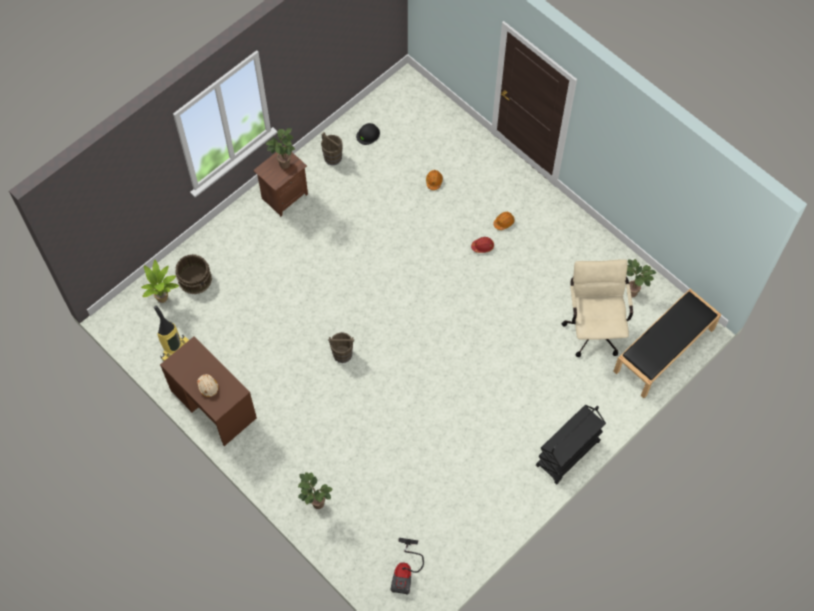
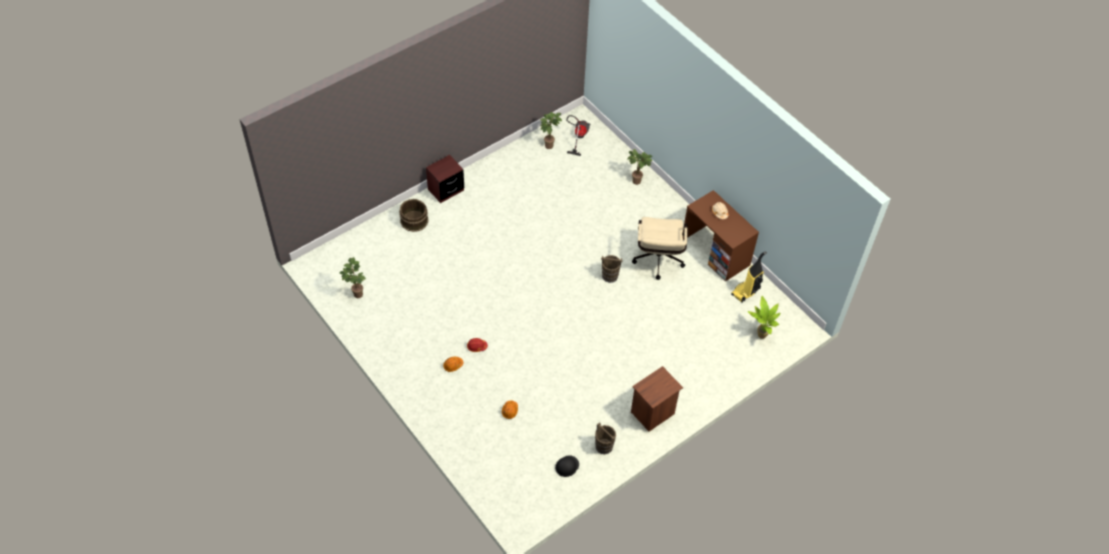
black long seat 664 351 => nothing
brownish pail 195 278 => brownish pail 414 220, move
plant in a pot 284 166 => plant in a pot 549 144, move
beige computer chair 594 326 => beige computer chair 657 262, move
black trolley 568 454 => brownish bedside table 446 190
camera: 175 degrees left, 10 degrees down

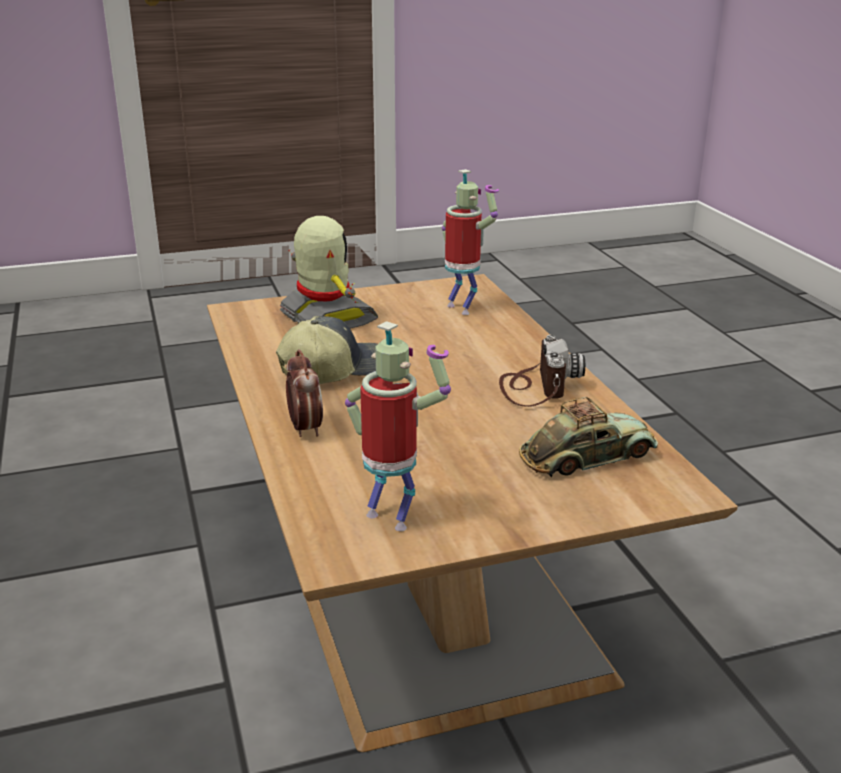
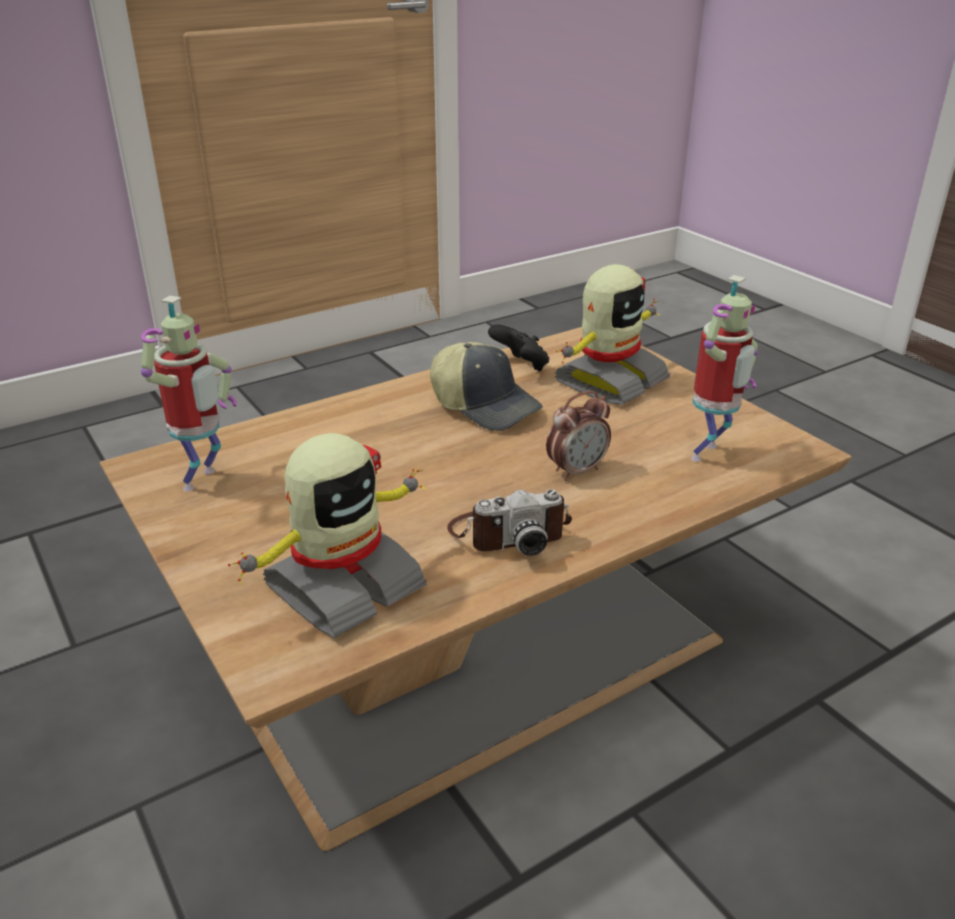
nothing => black gamepad 521 366
table clock 305 429 => table clock 577 471, move
model car 587 457 => robot figure 342 585
camera: 75 degrees right, 5 degrees up

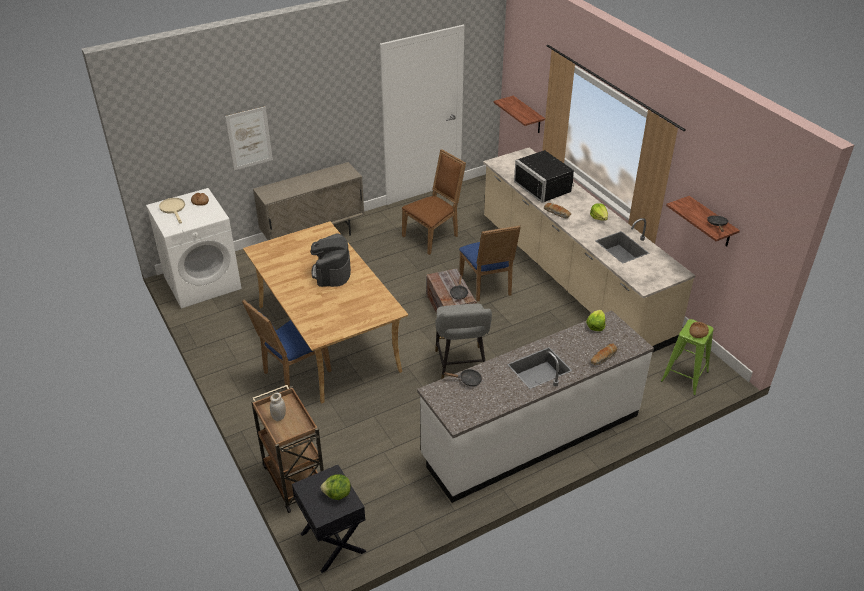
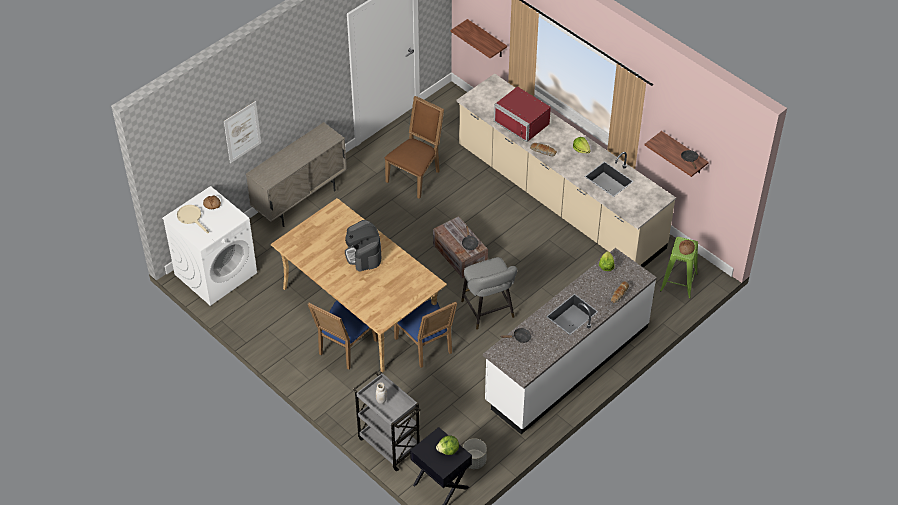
nothing => greyish plant pot 474 461
blue-coloured upright chair 488 286 => blue-coloured upright chair 426 347, move
brownish trolley 294 480 => greyish trolley 388 443
black kitchen microwave 545 187 => reddish kitchen microwave 524 122
camera: 15 degrees left, 10 degrees up

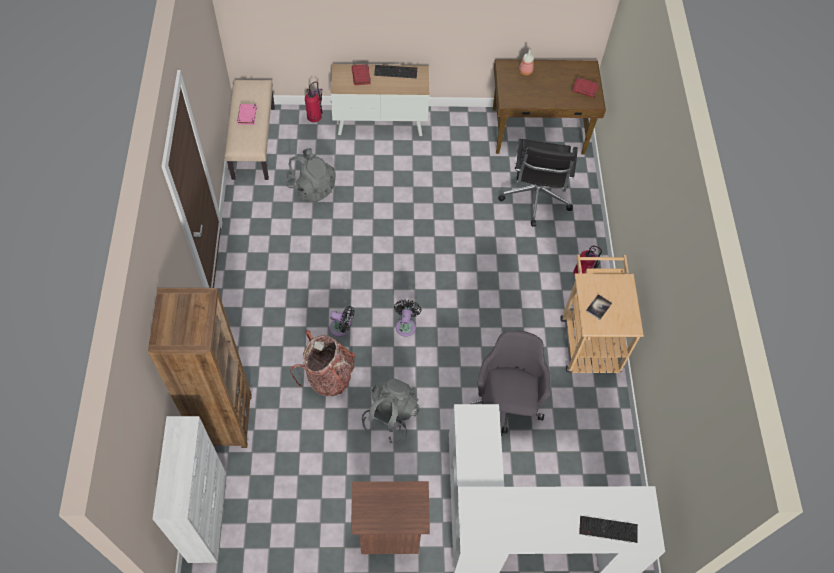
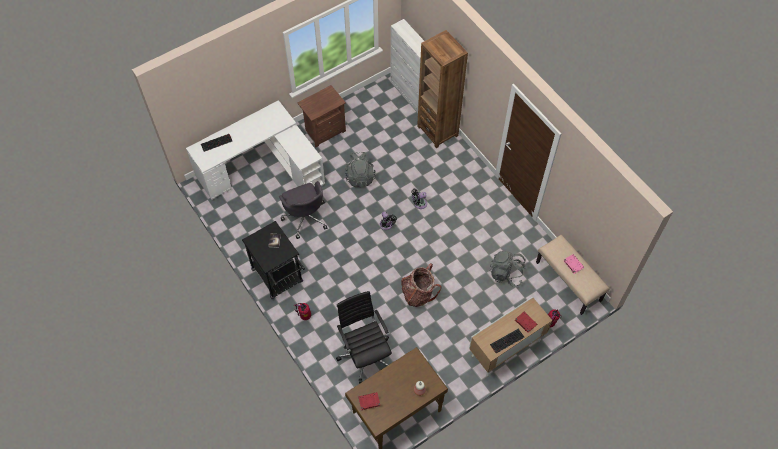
rucksack 328 376 => rucksack 418 293, move
beige trolley 588 338 => black trolley 279 278
camera: 150 degrees right, 0 degrees up

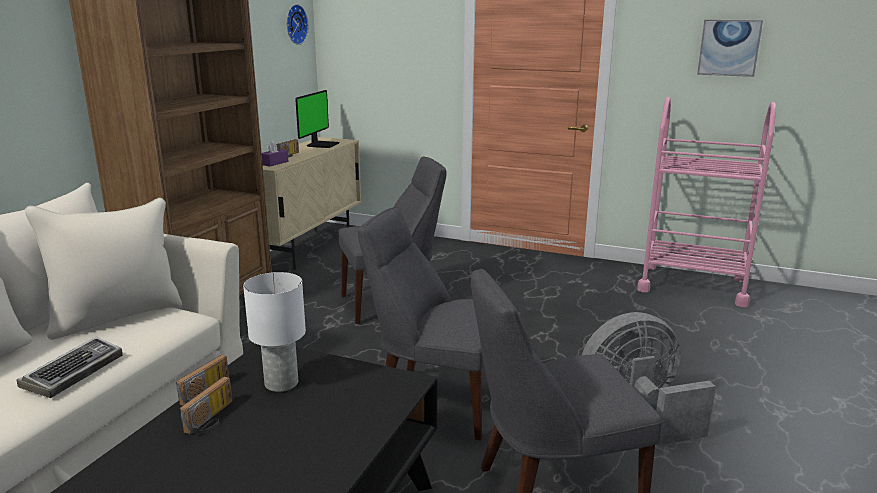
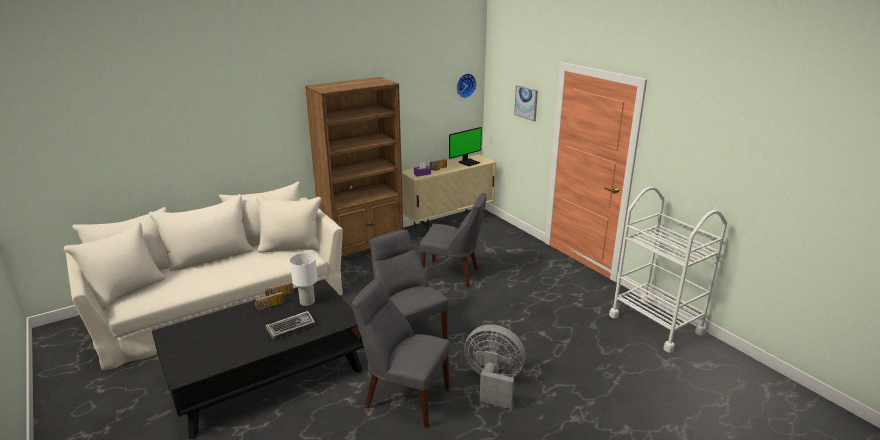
keyboard 74 372 => keyboard 291 327, move
picture 729 48 => picture 526 103, move
pinkish trolley 692 285 => white trolley 656 324
camera: 35 degrees right, 5 degrees up

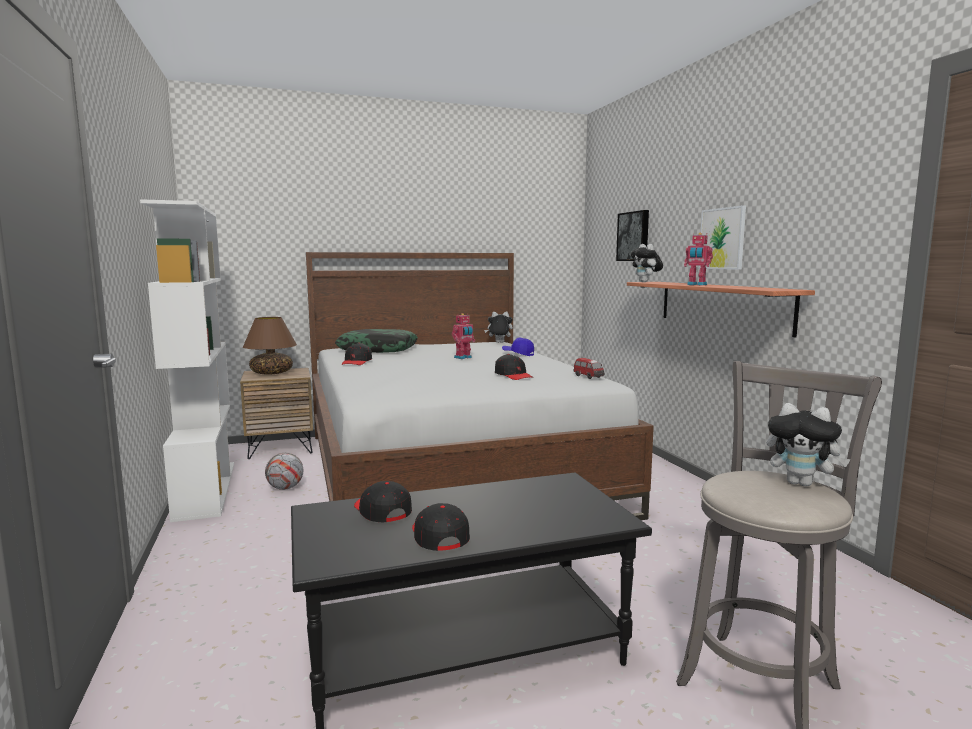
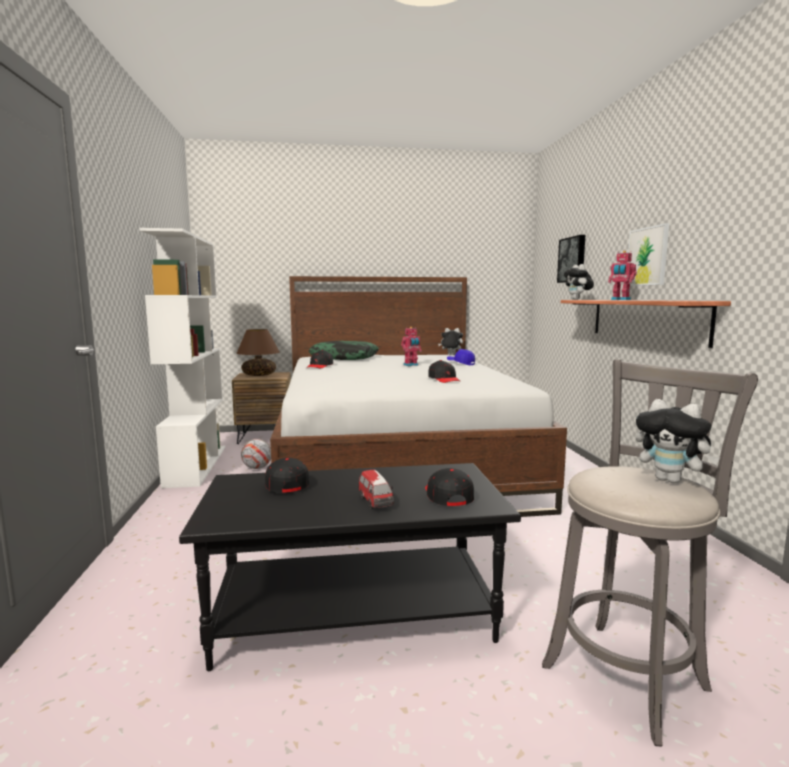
black cap 438 536 => black cap 447 496, move
model car 588 377 => model car 376 502, move
camera: 10 degrees right, 0 degrees up

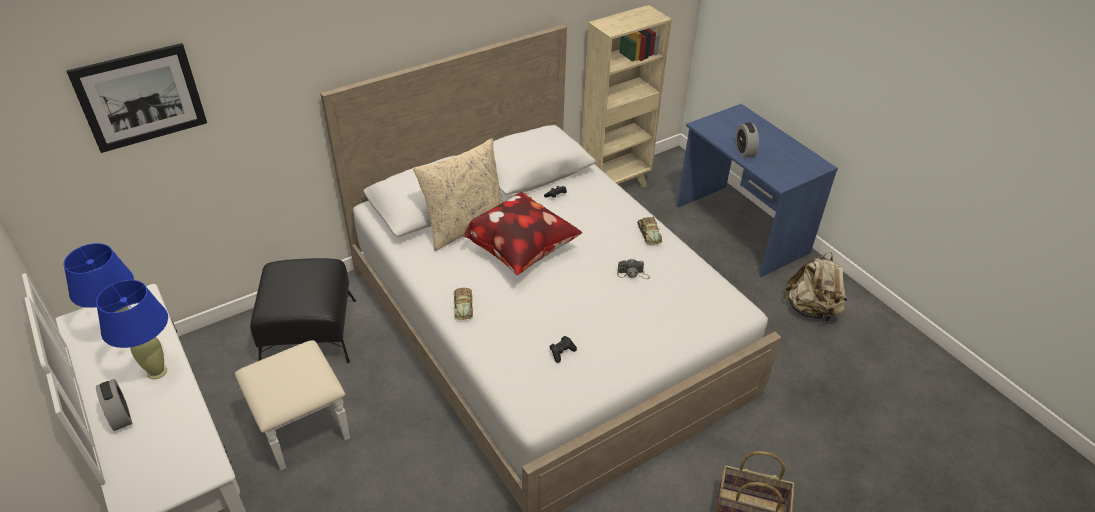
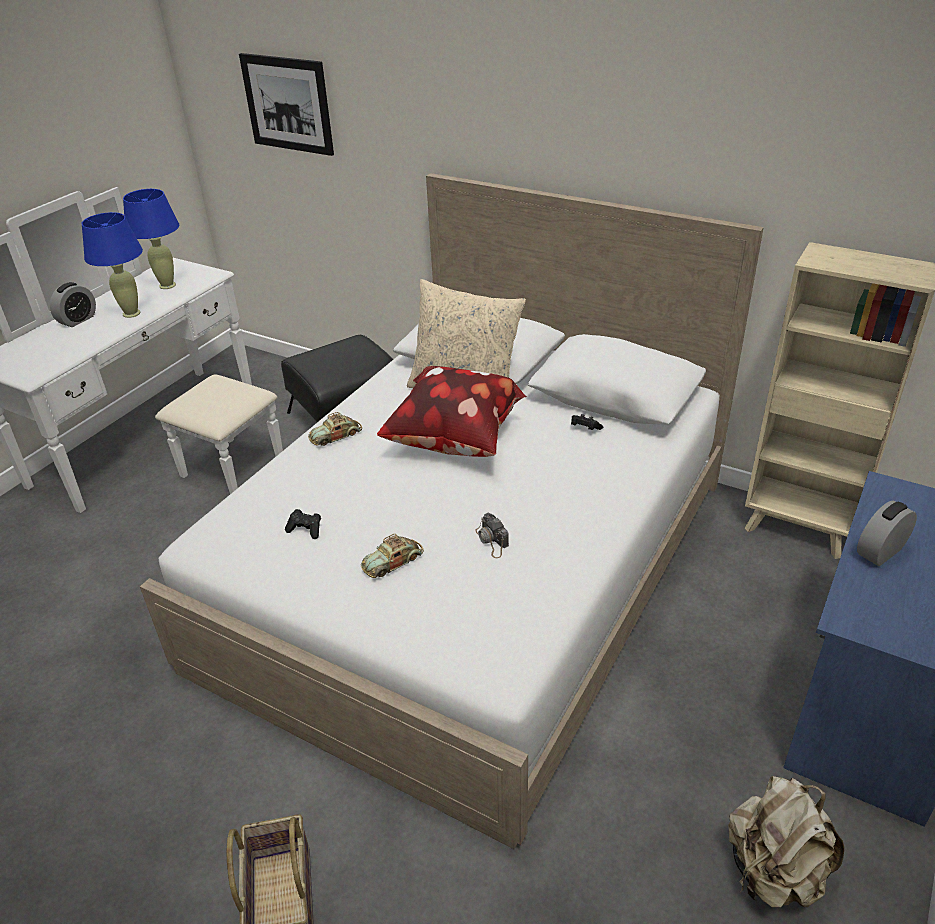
model car 649 233 => model car 393 562, move
camera: 65 degrees right, 5 degrees down

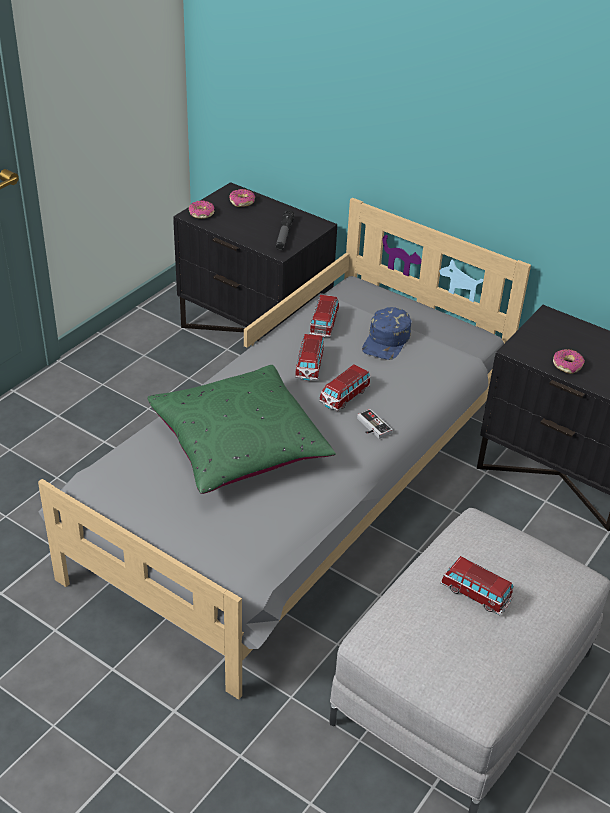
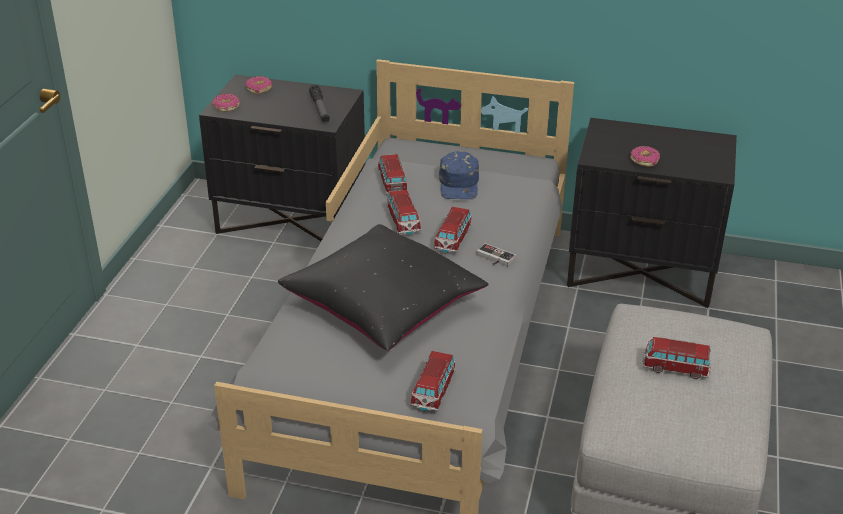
nothing => model car 433 391
green cushion 239 445 => black cushion 383 305
camera: 20 degrees left, 5 degrees down

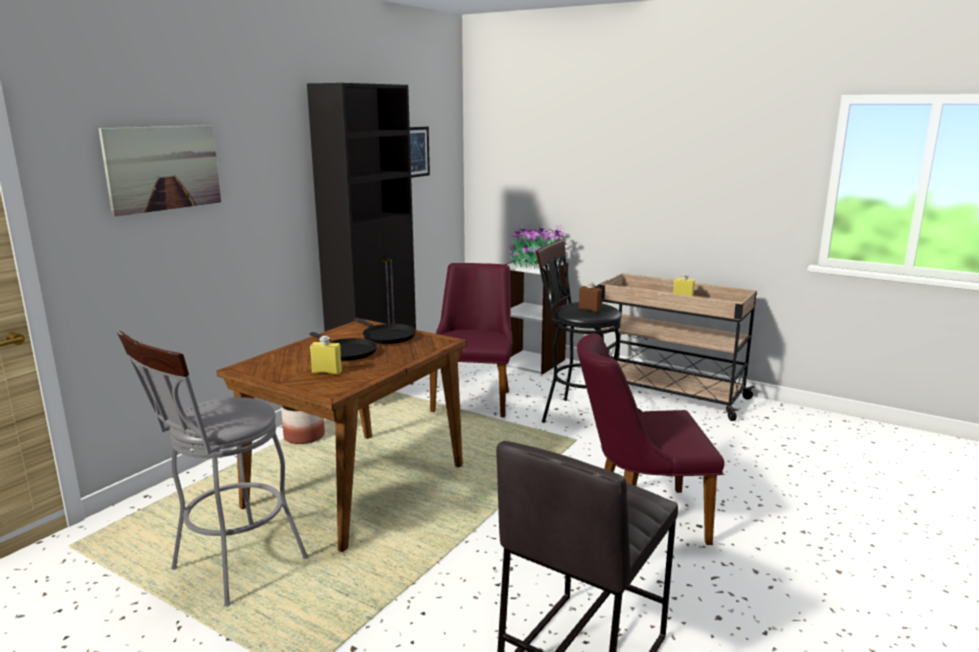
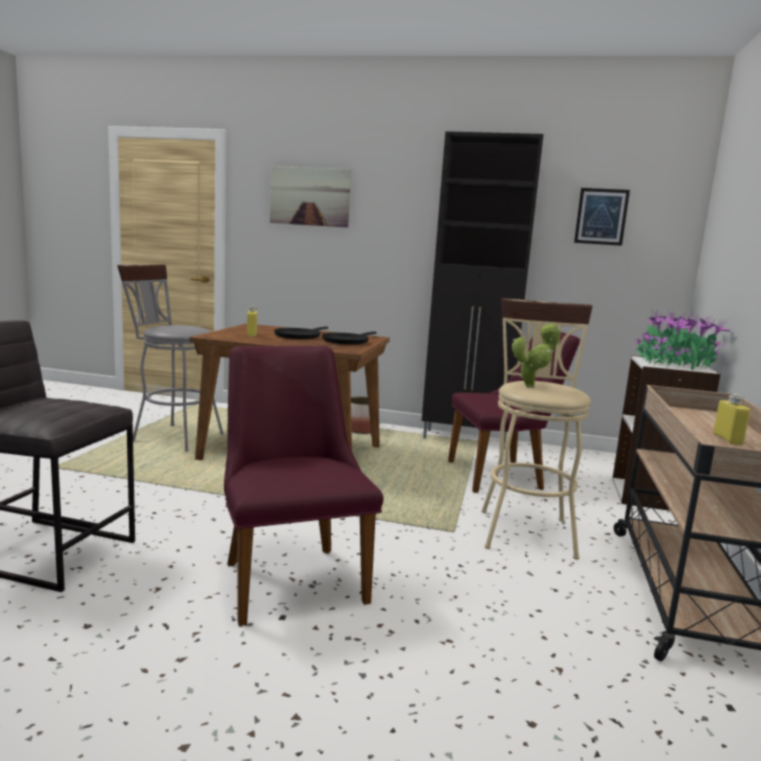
brownish drink bottle 589 310 => plant in a pot 532 386
black sitting stool 576 414 => beige sitting stool 525 528
camera: 70 degrees right, 5 degrees down

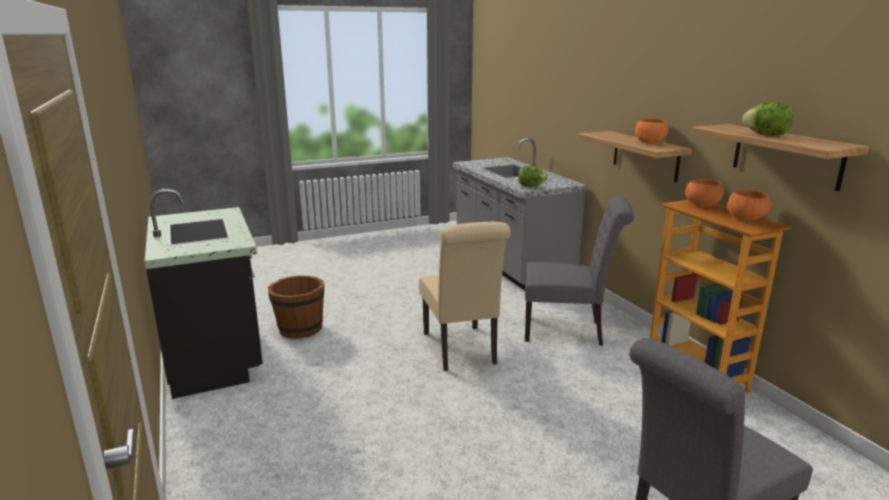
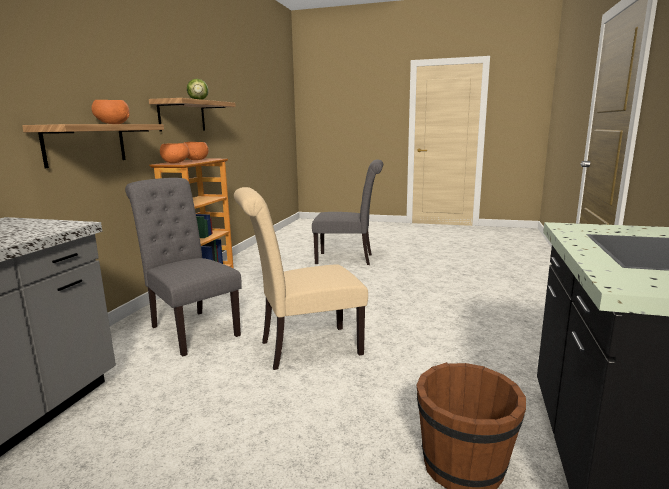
lettuce head 531 186 => nothing
beige upright chair 461 350 => beige upright chair 304 348, 135 degrees counterclockwise
camera: 140 degrees left, 5 degrees down

